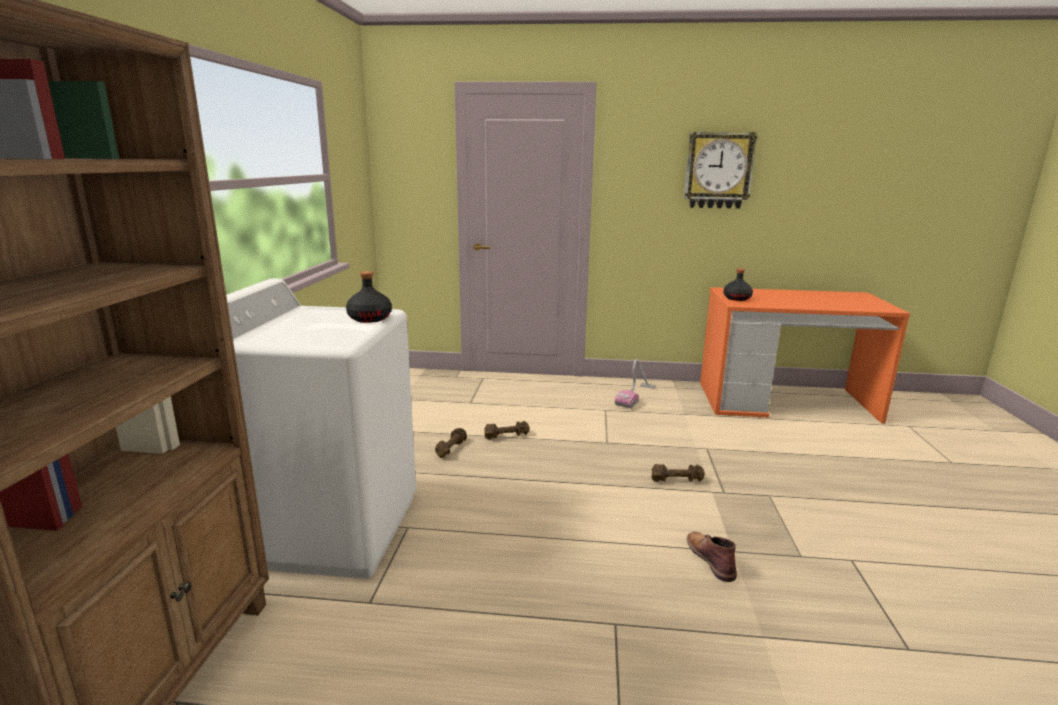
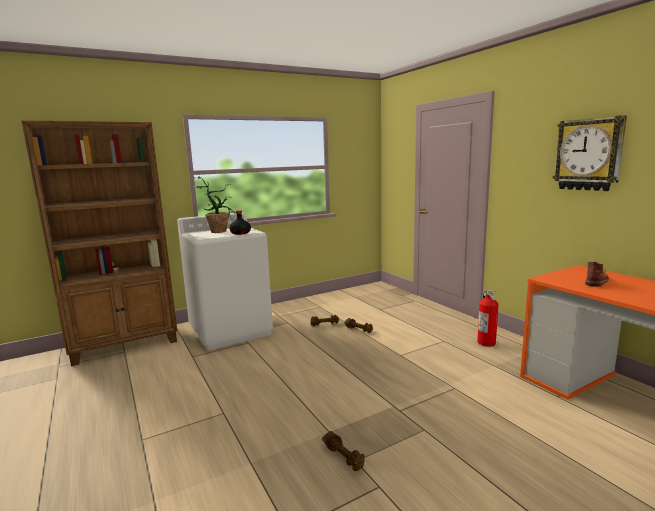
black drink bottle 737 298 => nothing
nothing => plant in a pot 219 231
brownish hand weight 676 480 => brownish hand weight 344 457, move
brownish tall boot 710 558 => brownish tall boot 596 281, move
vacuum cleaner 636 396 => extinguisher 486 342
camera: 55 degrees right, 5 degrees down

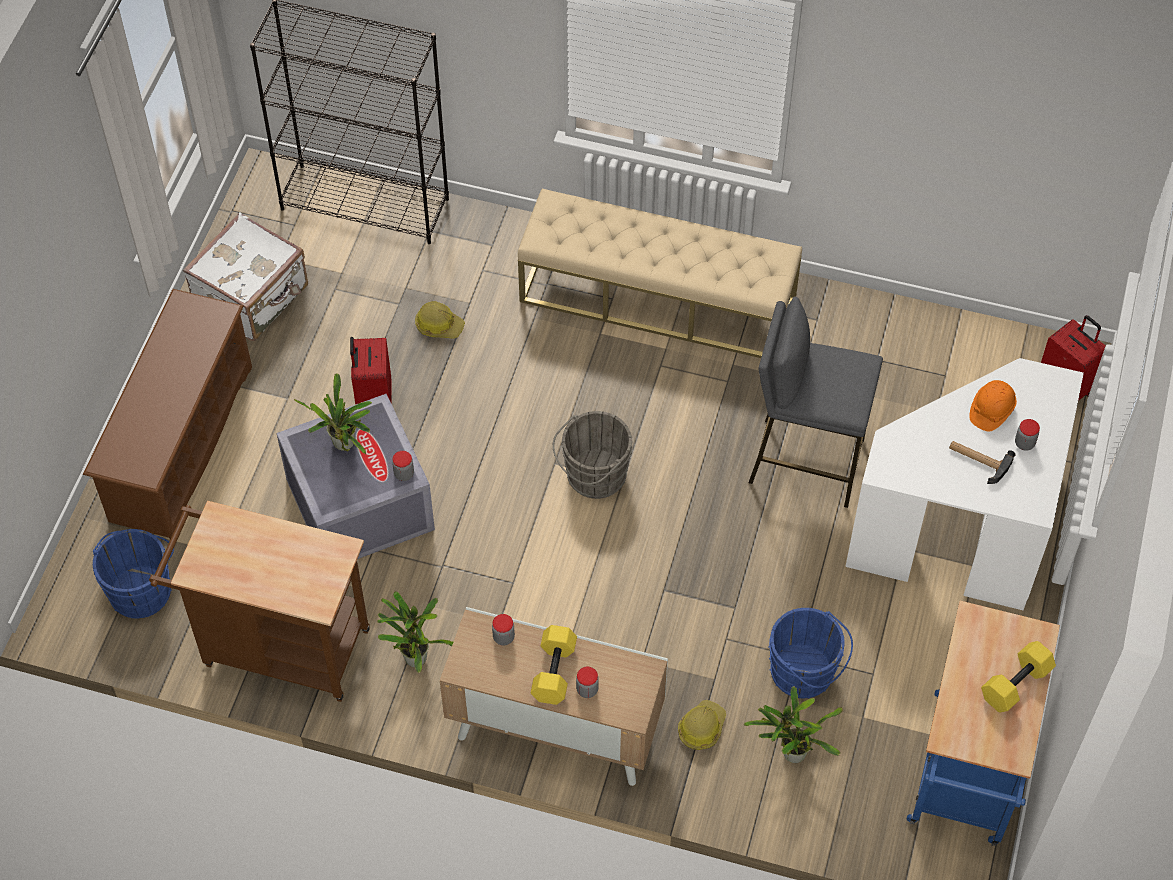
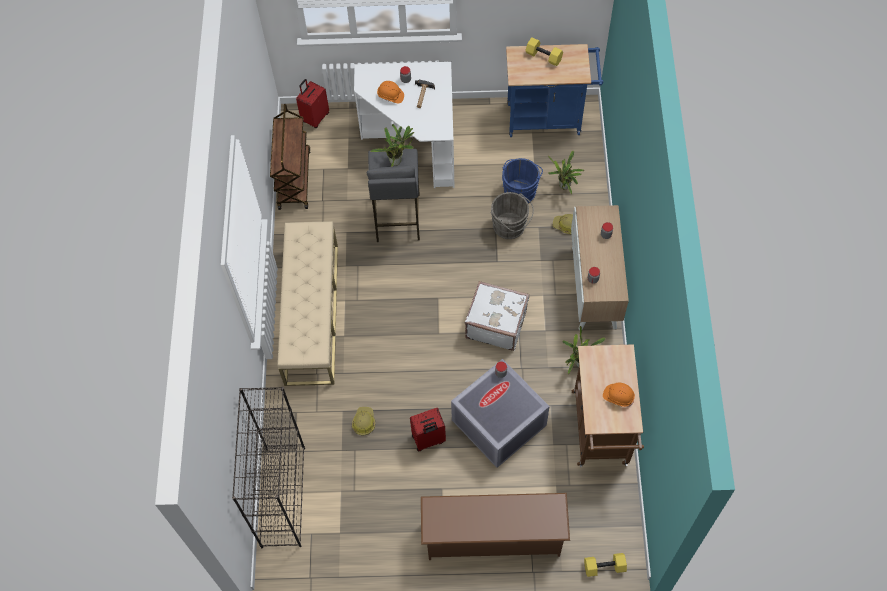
blue-coloured pail 142 589 => nothing
nothing => brownish trolley 294 179
nothing => orangey work helmet 618 396
white piece of luggage 253 297 => white piece of luggage 496 323, move
plant in a pot 344 446 => plant in a pot 397 160, move
yellow-coloured hand weight 553 671 => yellow-coloured hand weight 604 567, move
greyish pail 593 476 => greyish pail 510 227, move
camera: 105 degrees left, 5 degrees up

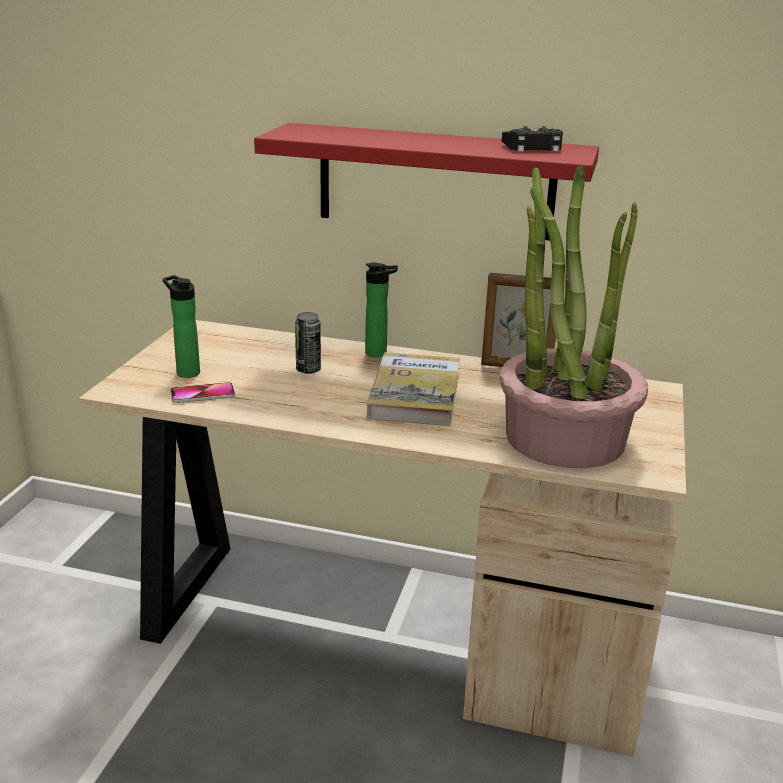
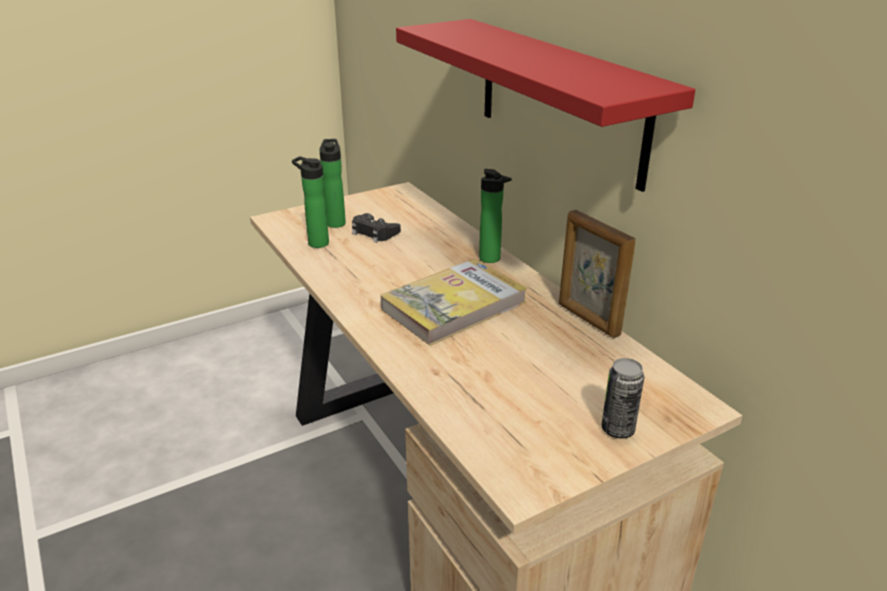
plant in a pot 564 437 => nothing
can 308 370 => can 617 429, move
black gamepad 533 148 => black gamepad 374 232, move
handset 202 394 => drink bottle 315 243
camera: 45 degrees right, 5 degrees up

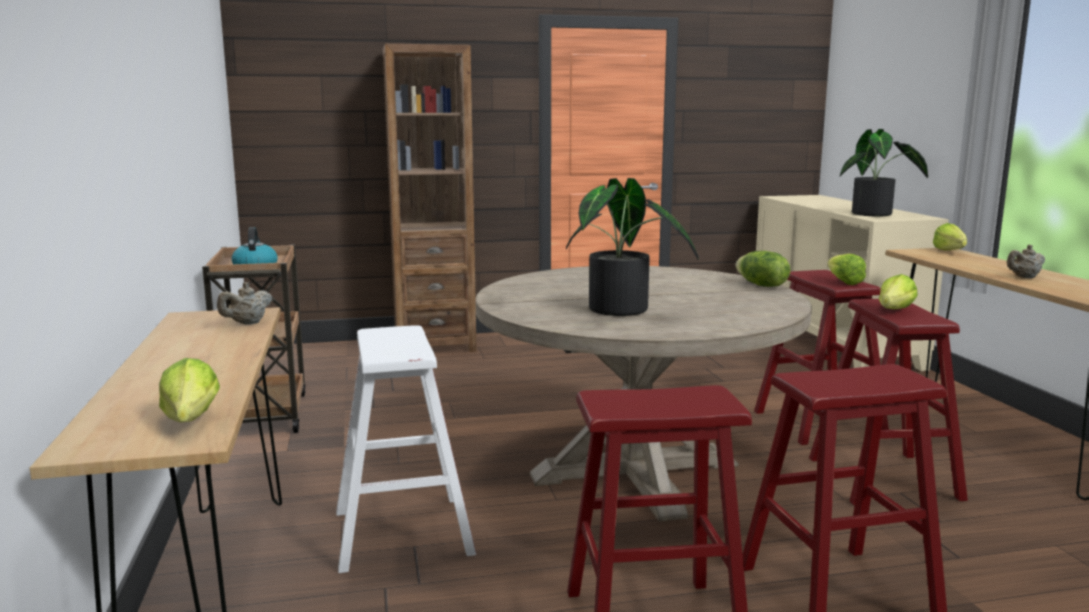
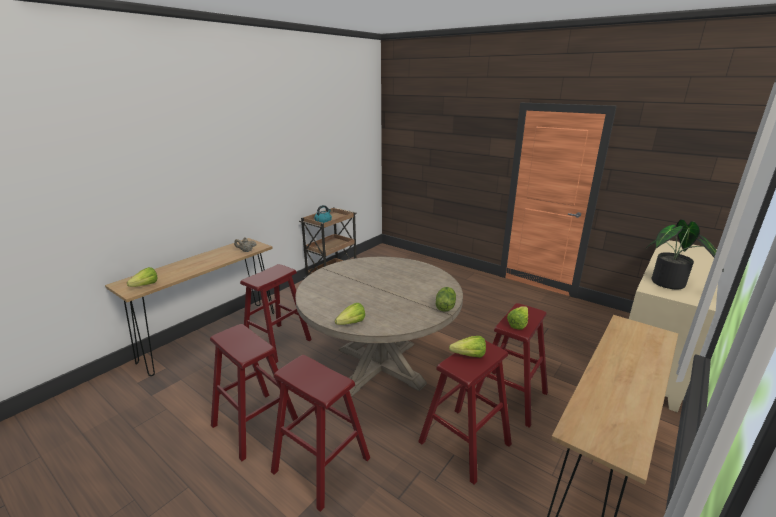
brownish bookcase 434 345 => nothing
plant in a pot 623 311 => nothing
beige teapot 1024 277 => nothing
lettuce head 951 252 => lettuce head 349 324, move
white sitting stool 402 532 => reddish sitting stool 277 342
camera: 50 degrees right, 10 degrees up

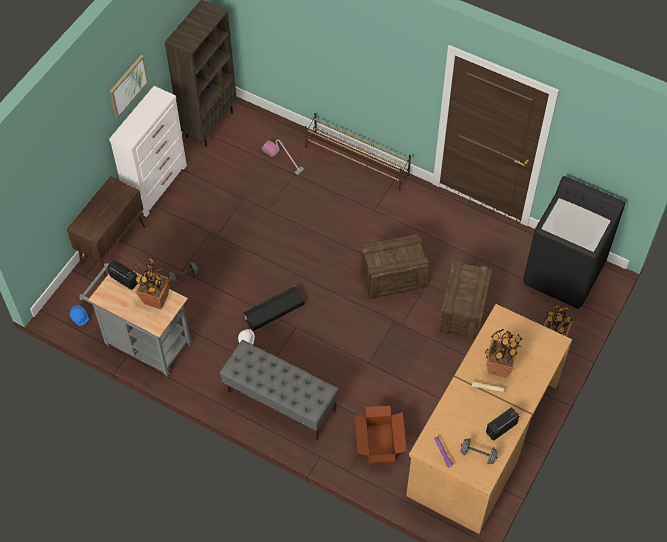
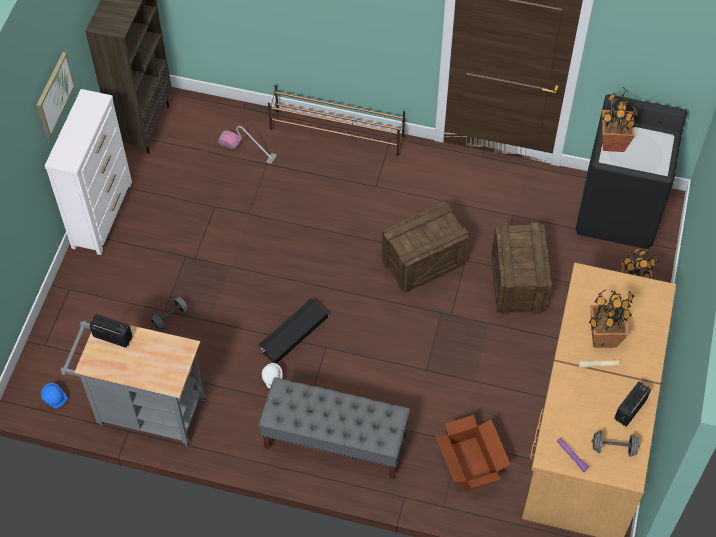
brownish cabinet 113 245 => nothing
plant in a pot 156 299 => plant in a pot 613 143, move
camera: 15 degrees left, 0 degrees up

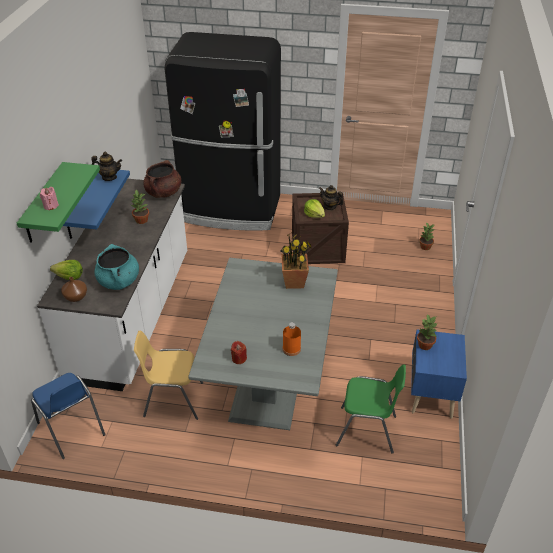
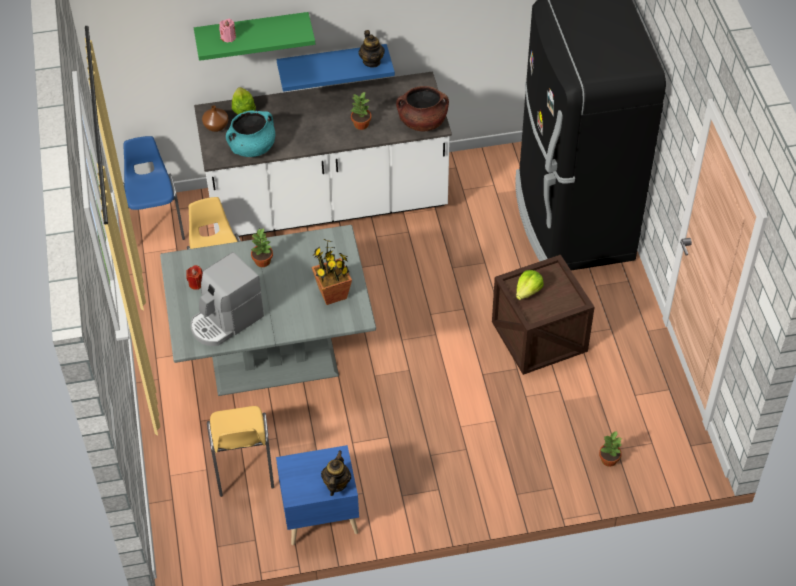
teapot 330 207 => teapot 336 484, move
plant in a pot 425 345 => plant in a pot 263 261, move
orangey drink bottle 291 349 => coffee brewer 226 321
green upright chair 367 430 => yellow-coloured upright chair 243 465
blue-coloured upright chair 72 429 => blue-coloured upright chair 155 222, 135 degrees clockwise
camera: 70 degrees right, 10 degrees up

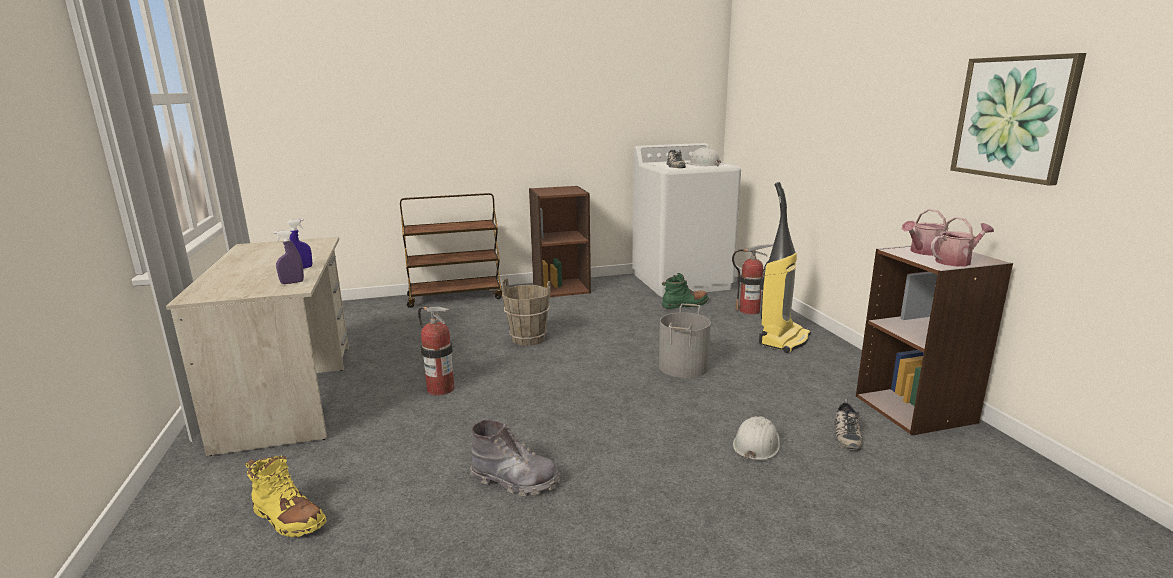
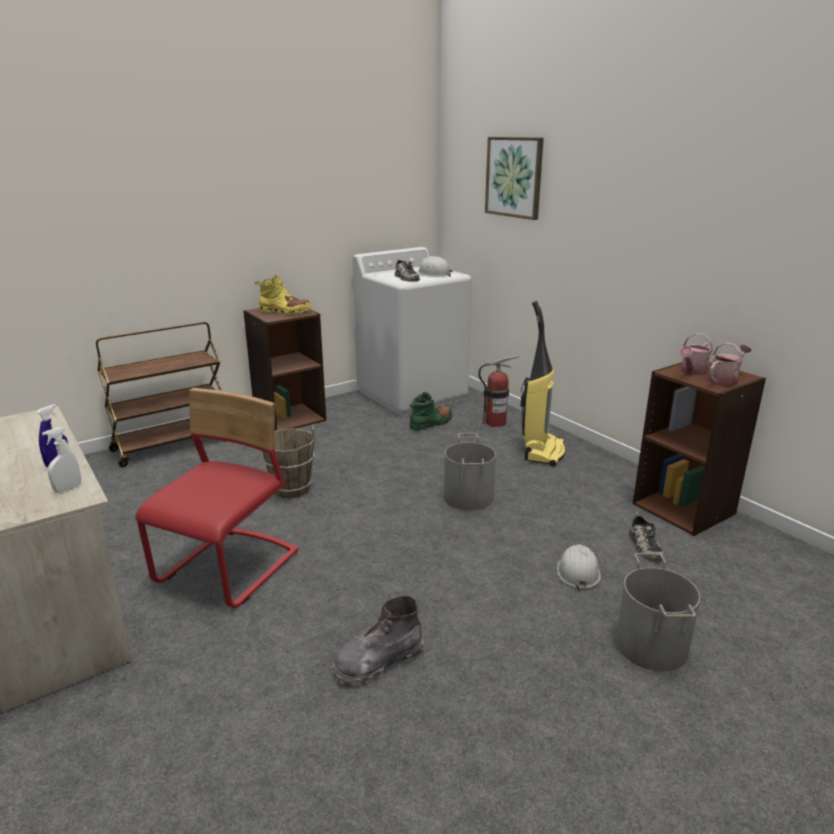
nothing => greyish pail 650 645
yellow-coloured tall boot 288 518 => yellow-coloured tall boot 285 311, move
picture 1014 118 => picture 514 177, move
extinguisher 440 389 => reddish upright chair 229 569
purple-coloured spray bottle 292 282 => white spray bottle 68 488
greyish tall boot 515 481 => greyish tall boot 378 662, 150 degrees clockwise
camera: 20 degrees left, 5 degrees up

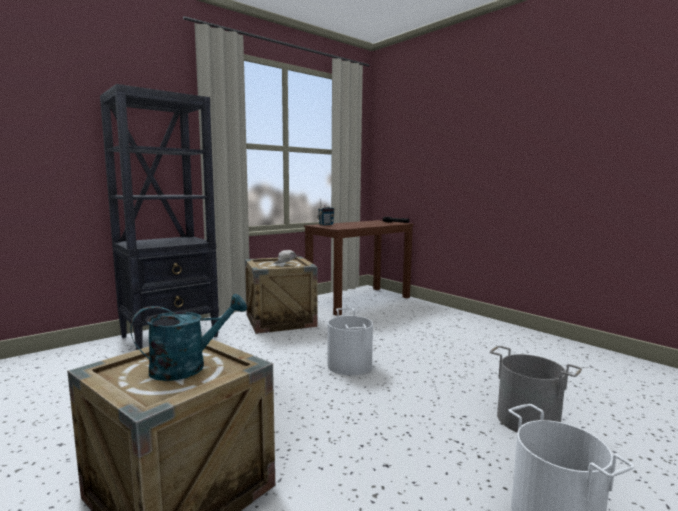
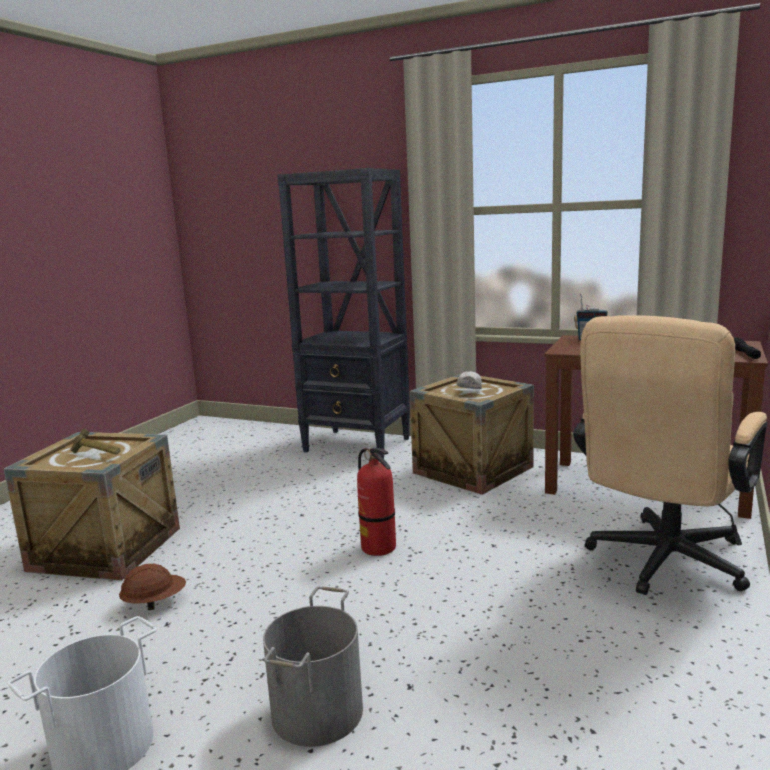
nothing => brownish work helmet 155 603
nothing => beige computer chair 662 564
turquoise-coloured watering can 188 366 => tool hammer 98 455
white pail 350 365 => extinguisher 379 548
camera: 65 degrees right, 5 degrees up

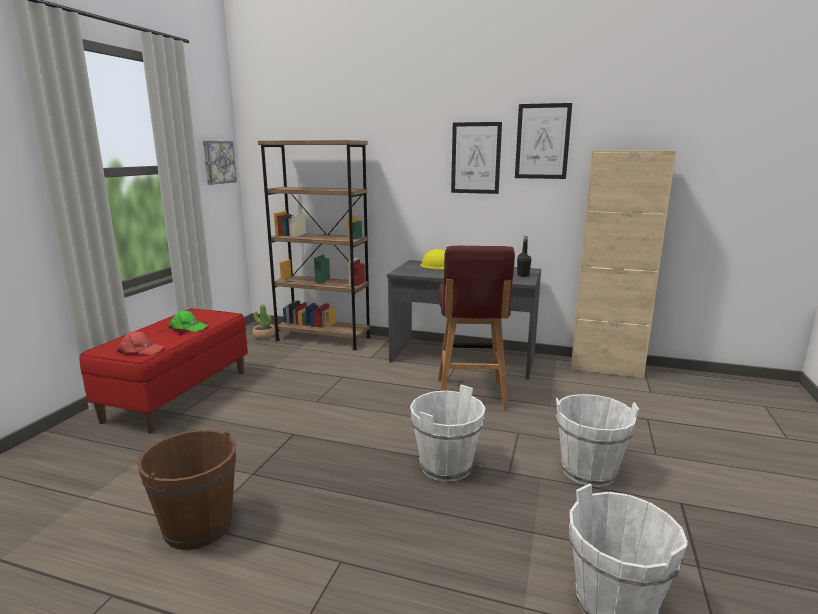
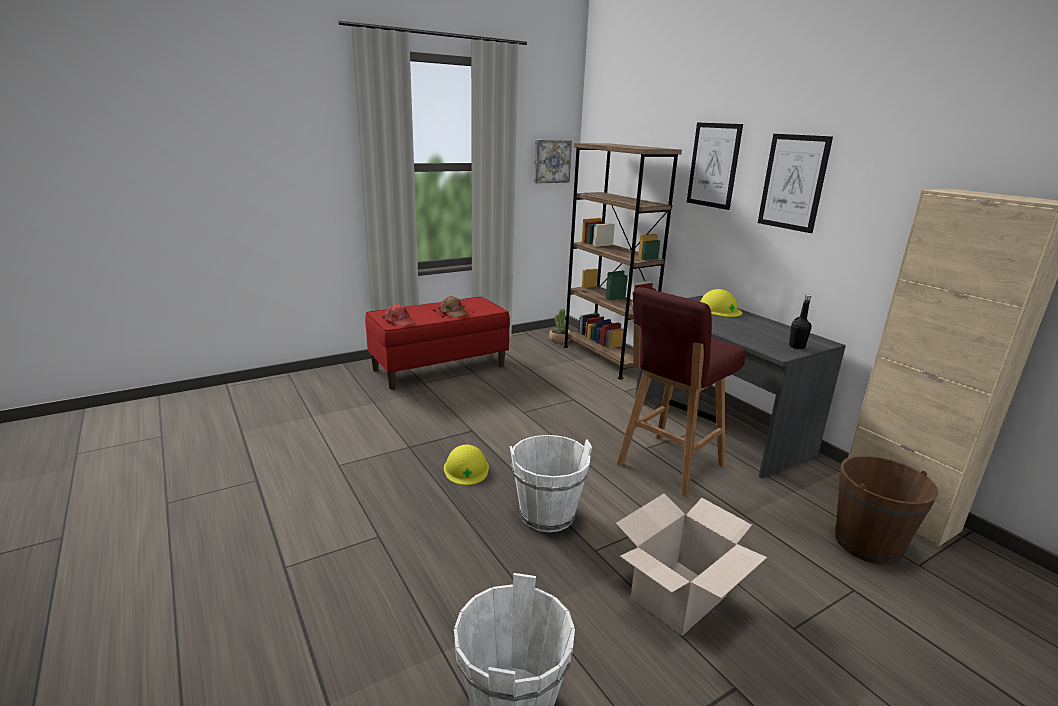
nothing => yellow-coloured work helmet 466 469
brownish pail 198 526 => brownish pail 867 544, move
picture 542 141 => picture 713 165, move
white pail 588 471 => carton 678 596
green cap 188 327 => brownish cap 453 312
camera: 40 degrees right, 5 degrees up

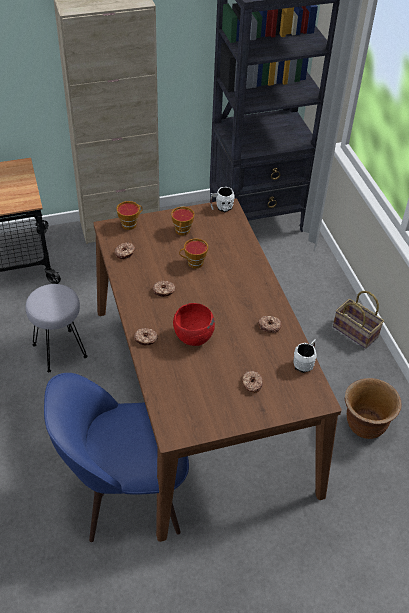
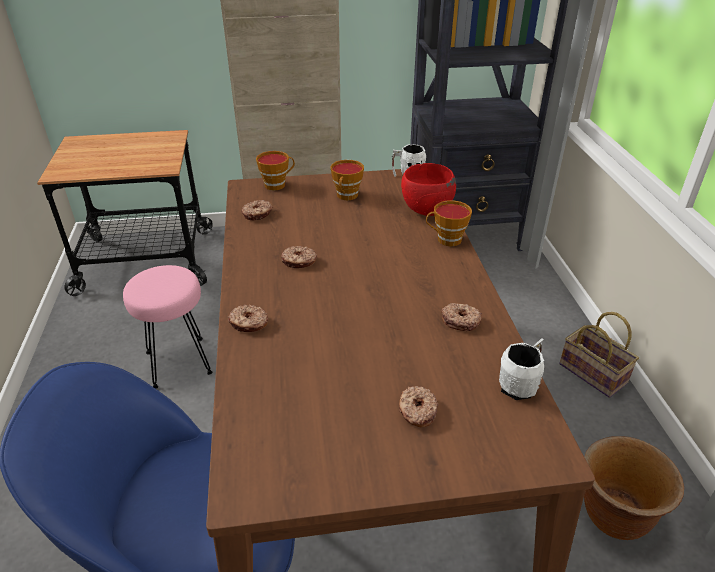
reddish serving bowl 193 337 => reddish serving bowl 426 210, move
small cup 193 263 => small cup 446 240, move
greyish sitting stool 60 350 => pinkish sitting stool 180 362
camera: 10 degrees right, 10 degrees down

